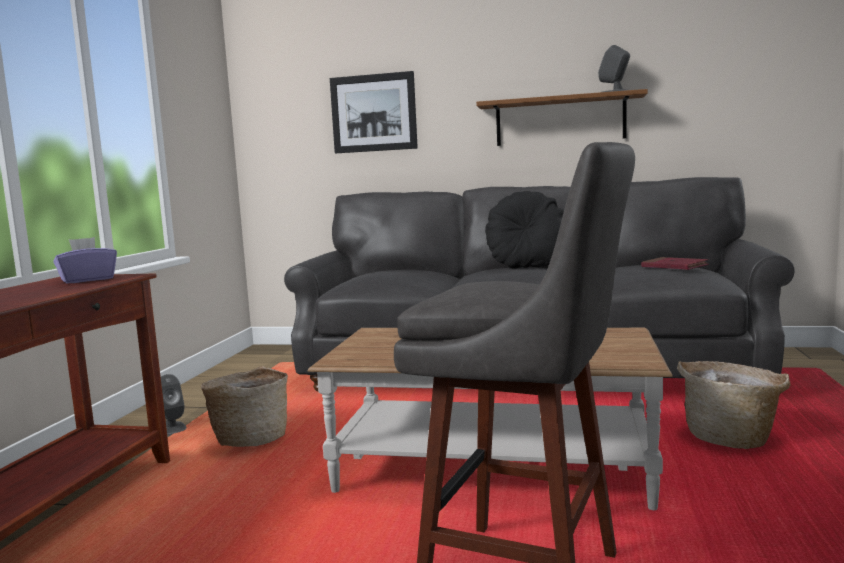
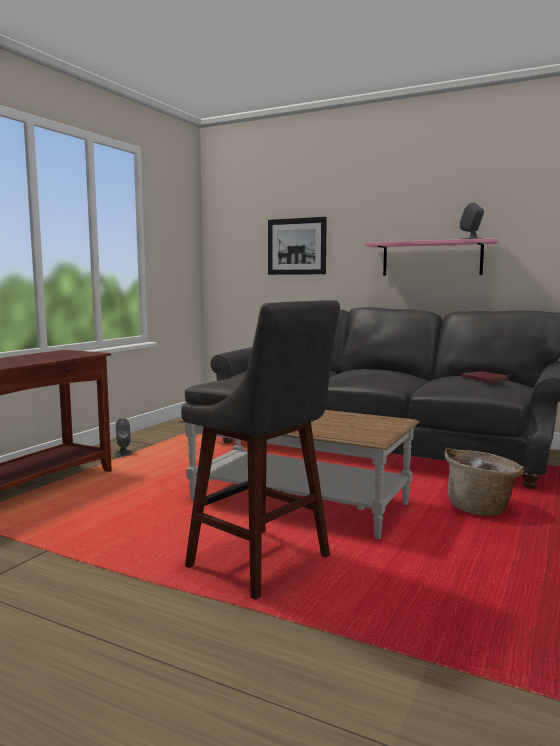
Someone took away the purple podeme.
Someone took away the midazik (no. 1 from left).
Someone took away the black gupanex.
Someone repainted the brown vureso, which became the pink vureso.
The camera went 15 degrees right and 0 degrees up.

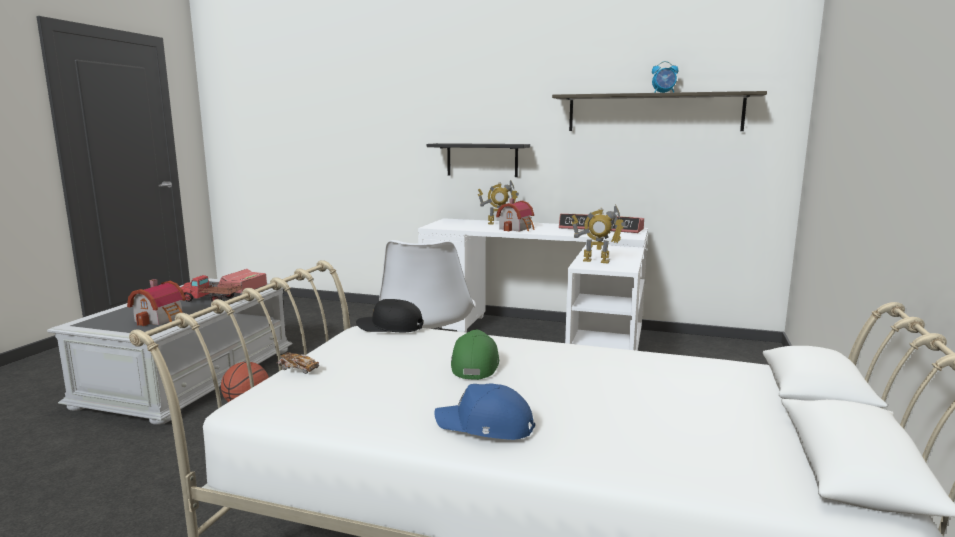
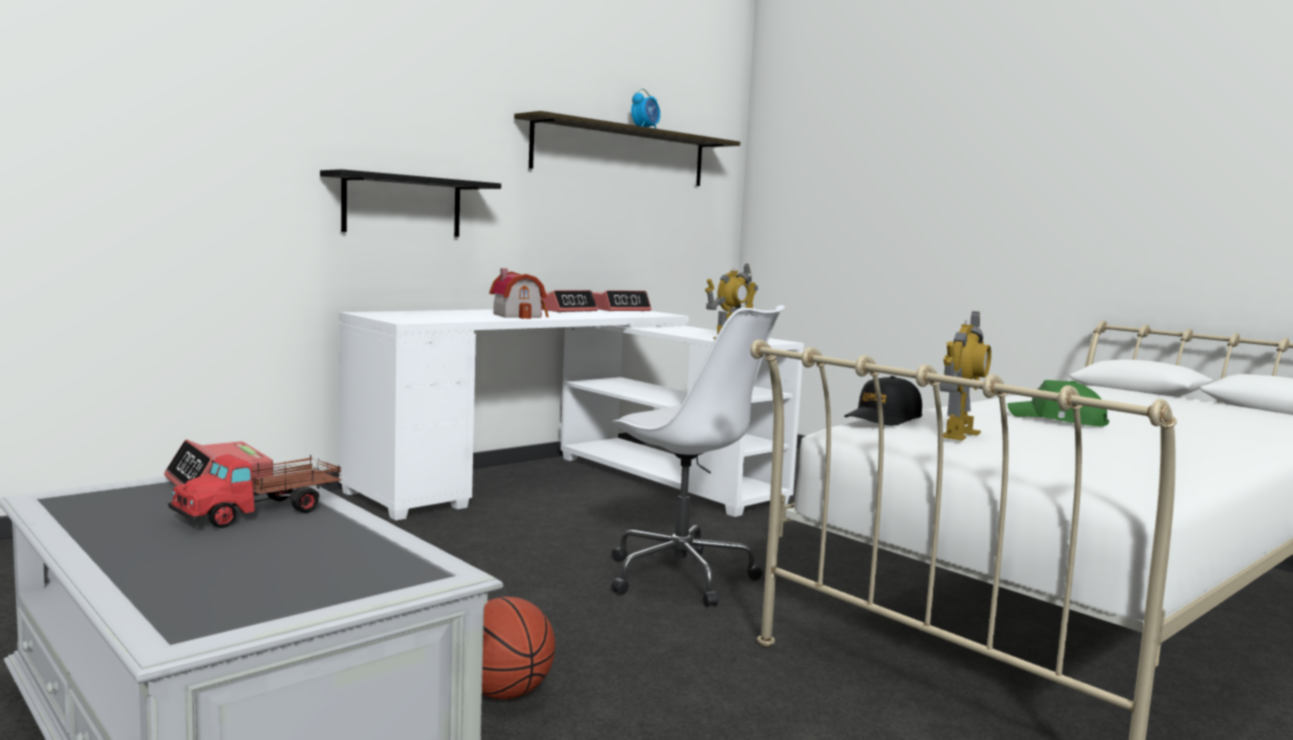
Someone took away the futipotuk (no. 1 from left).
Someone took away the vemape.
Someone took away the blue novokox.
Someone carried the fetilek (no. 1 from left in the first image).
The camera went 60 degrees left and 5 degrees down.

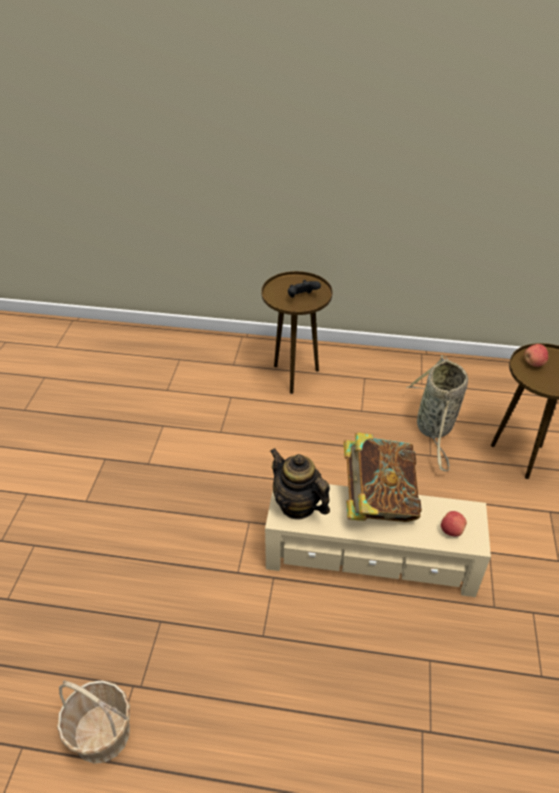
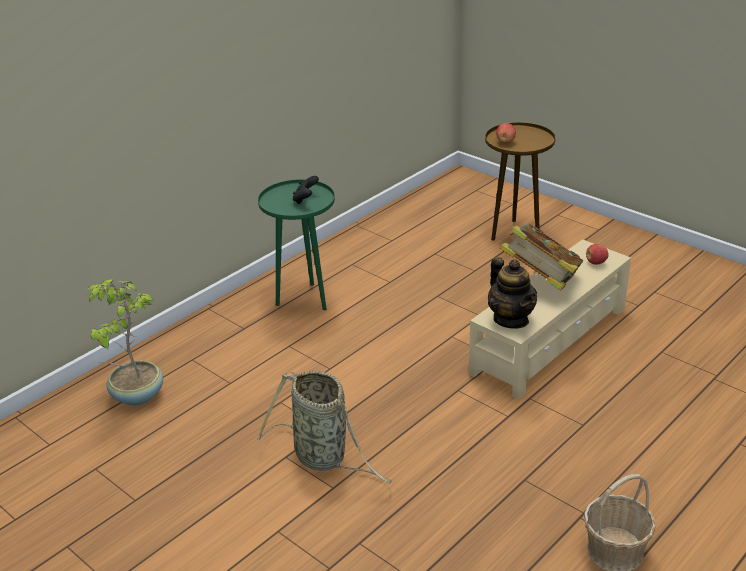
Someone put down the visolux.
Someone carried the midazik (no. 2 from left in the first image).
Someone repainted the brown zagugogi (no. 1 from left), which became the green zagugogi.
Someone rotated the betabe by 105 degrees counterclockwise.
The camera went 55 degrees left and 10 degrees down.

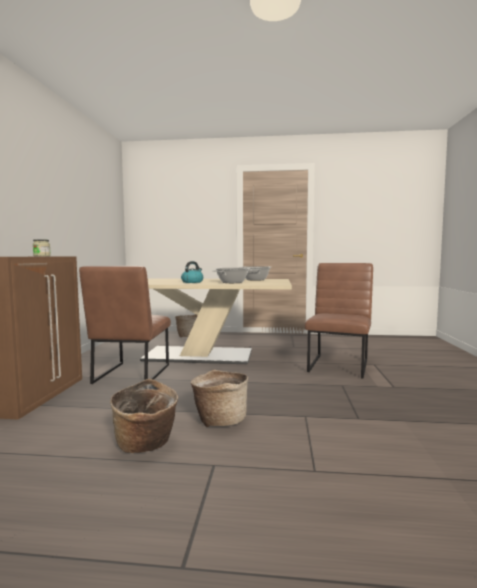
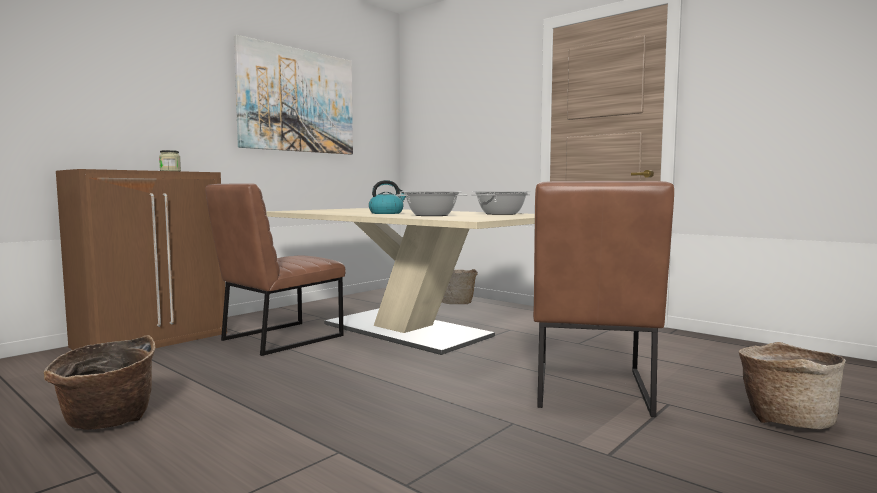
Someone put up the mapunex.
Someone carried the midazik (no. 3 from left).
Someone rotated the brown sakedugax (no. 2 from left) by 135 degrees clockwise.
The camera went 35 degrees right and 0 degrees up.

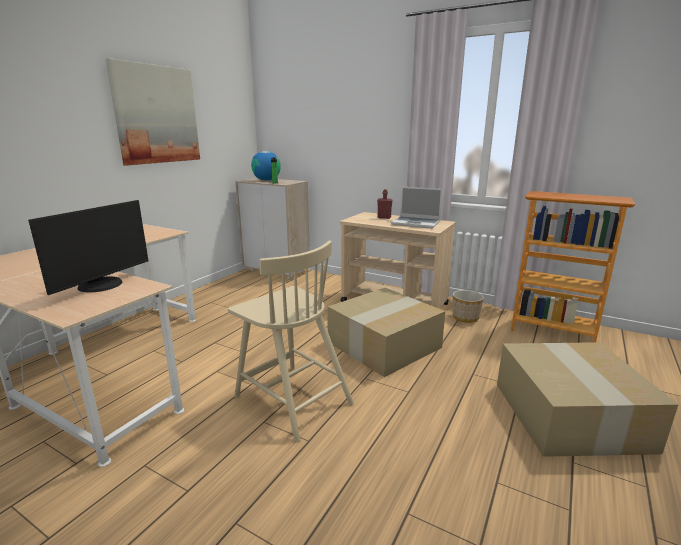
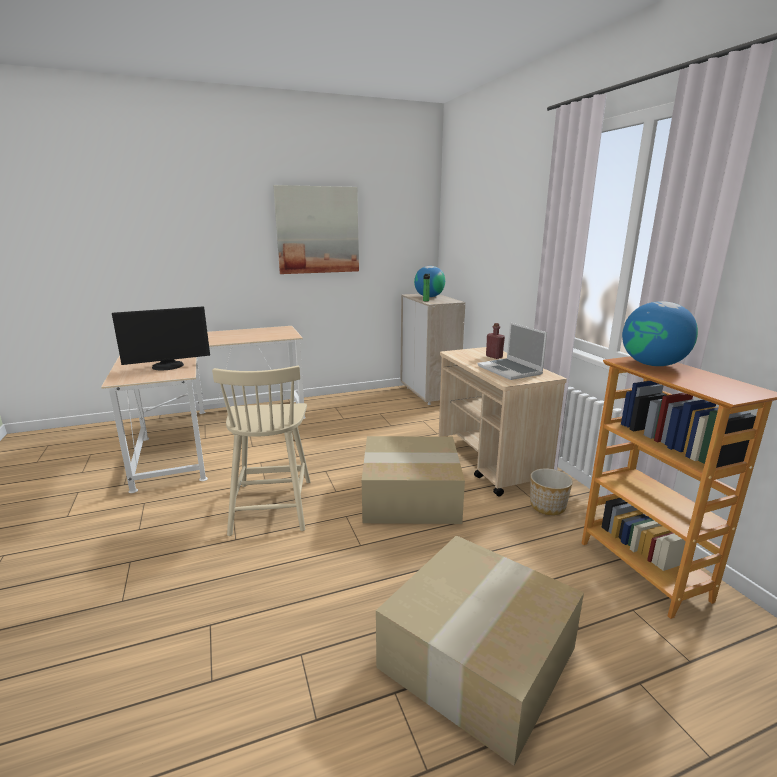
Someone put down the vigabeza (no. 2 from left).
The camera went 40 degrees right and 0 degrees up.

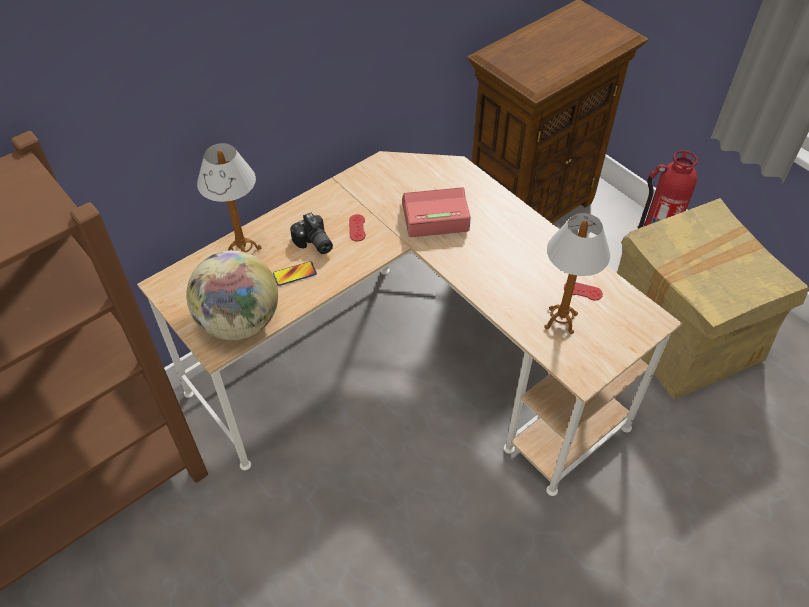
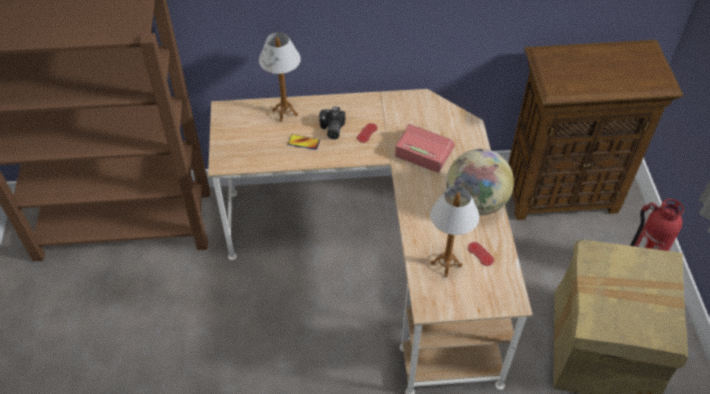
Someone carried the vigabeza.
The camera went 35 degrees right and 0 degrees up.

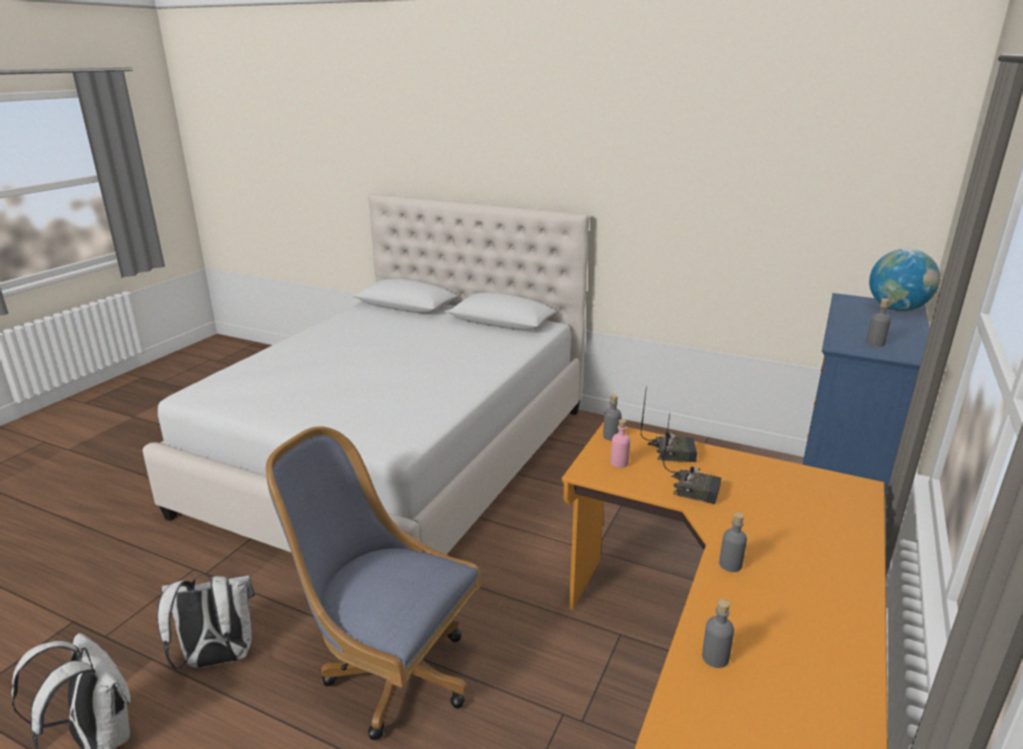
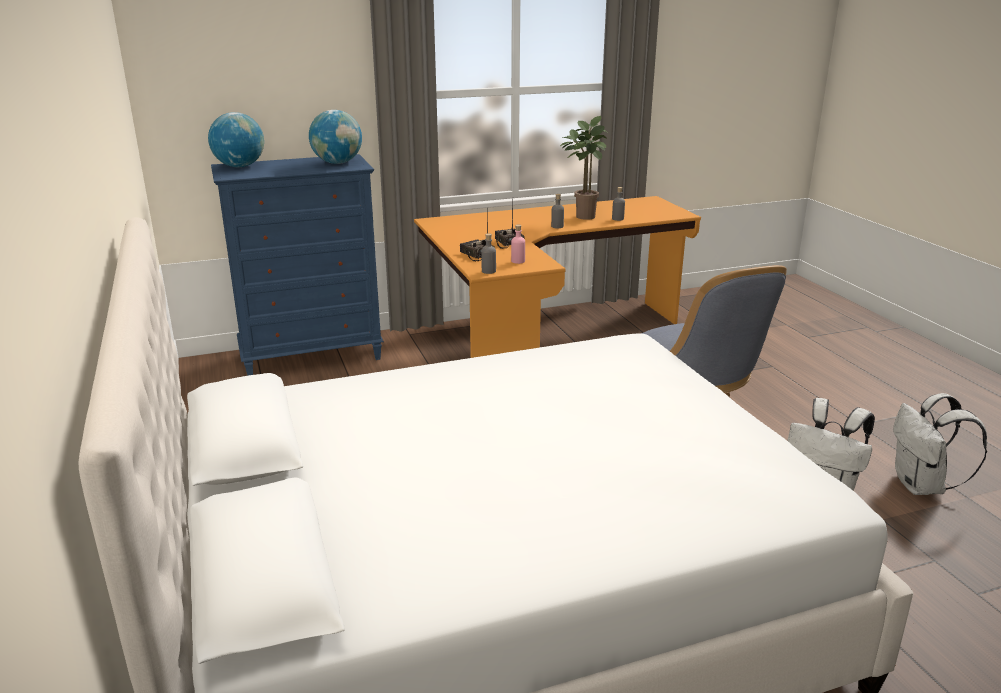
Someone put down the visolux.
Someone swapped the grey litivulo (no. 4 from left) for the vigabeza (no. 2 from left).
The camera went 135 degrees left and 0 degrees up.

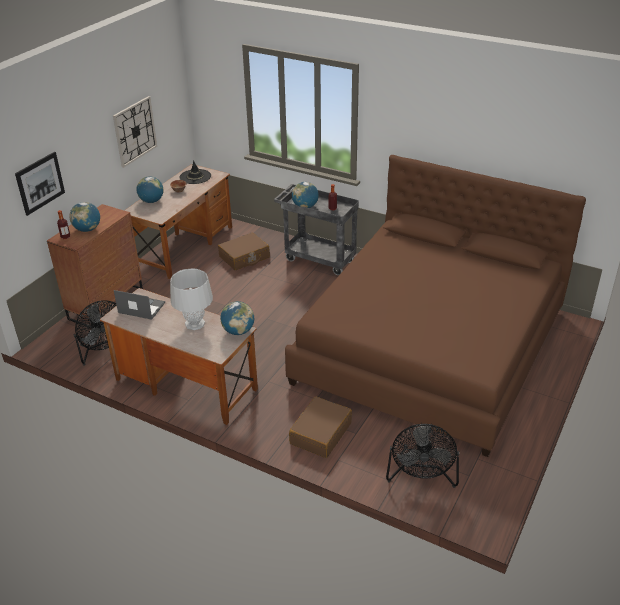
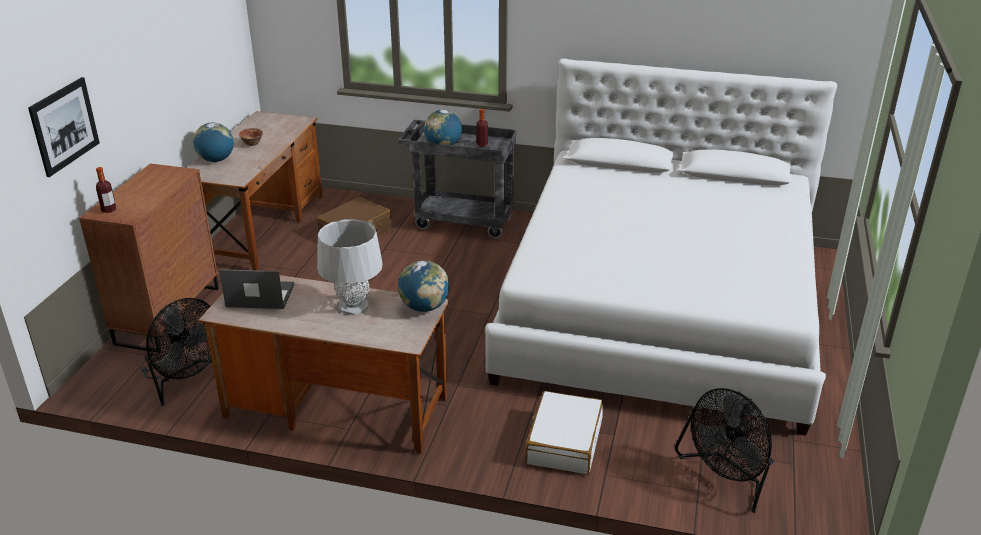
Someone took away the vigabeza (no. 1 from left).
Someone took away the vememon.
Someone took away the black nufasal.
Someone repainted the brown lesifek, which became the white lesifek.
Someone repainted the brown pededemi (no. 2 from left), which became the white pededemi.
Someone rotated the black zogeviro (no. 2 from left) by 60 degrees clockwise.
The camera went 15 degrees left and 5 degrees down.

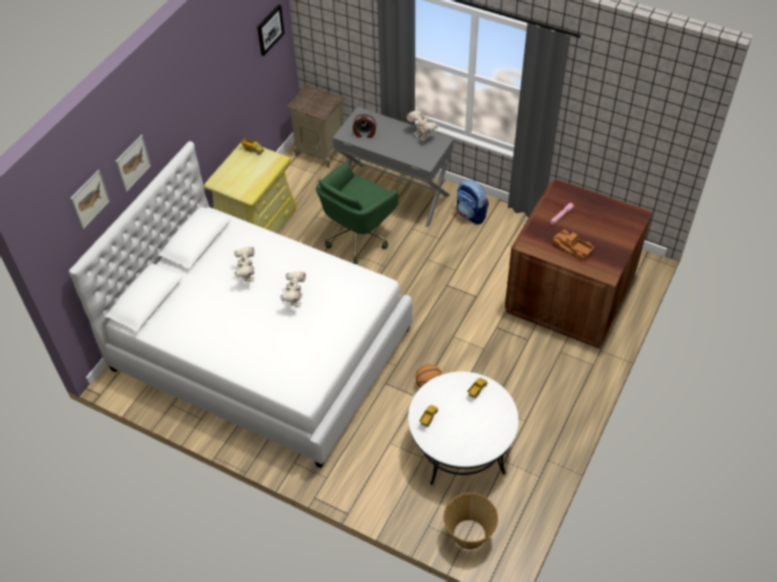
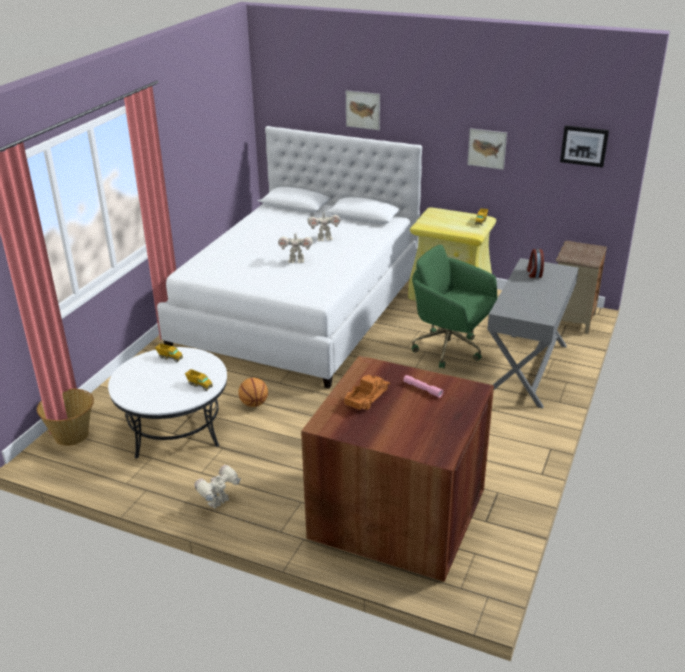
Someone took away the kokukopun.
Someone carried the mapunex (no. 1 from left in the first image).
Someone carried the fetilek (no. 3 from left in the first image).
The camera went 85 degrees right and 20 degrees down.

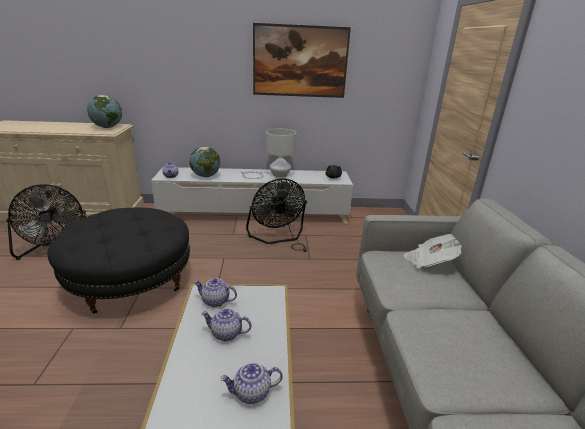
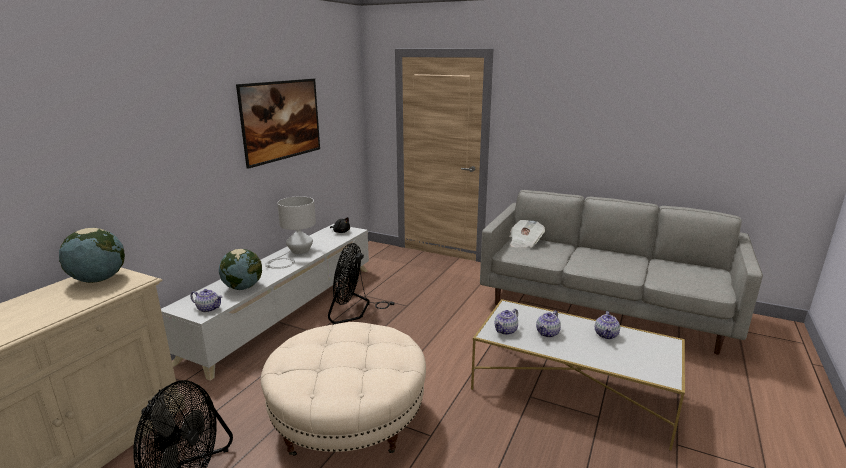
Someone repainted the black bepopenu, which became the beige bepopenu.
The camera went 60 degrees left and 5 degrees down.

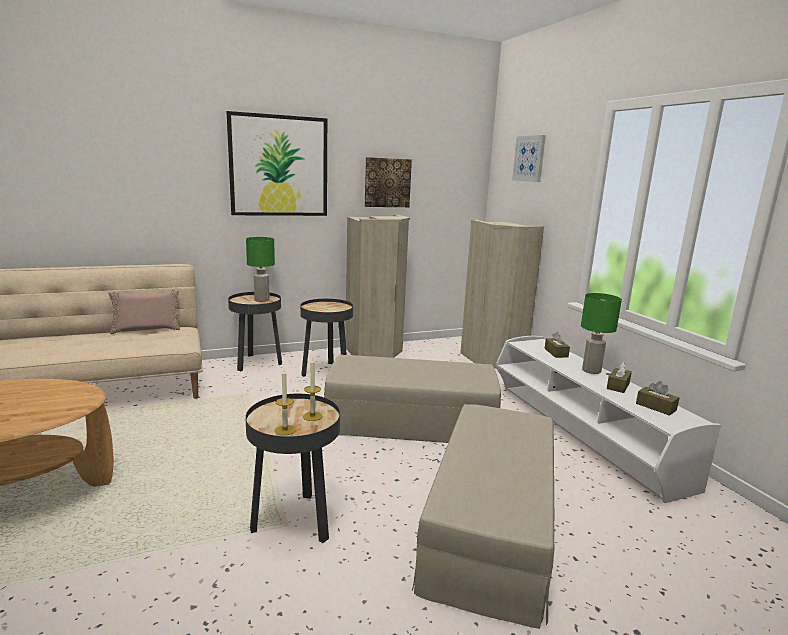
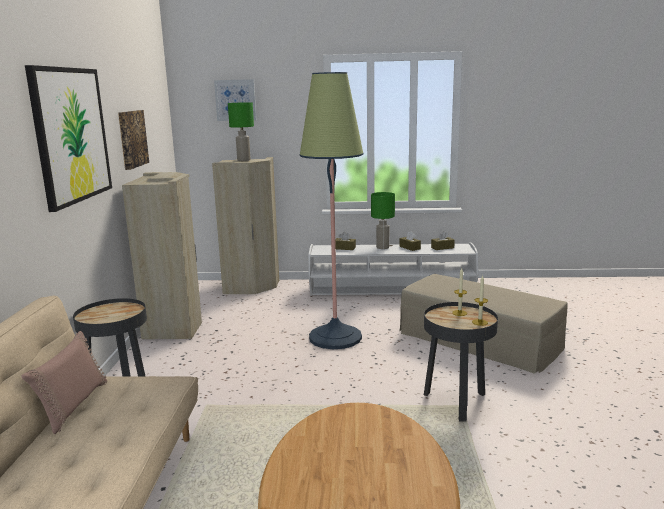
Someone took away the black zagugogi (no. 3 from left).
Someone carried the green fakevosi (no. 1 from left).
Someone swapped the beige bepopenu (no. 1 from left) for the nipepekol.
The camera went 65 degrees left and 0 degrees up.

